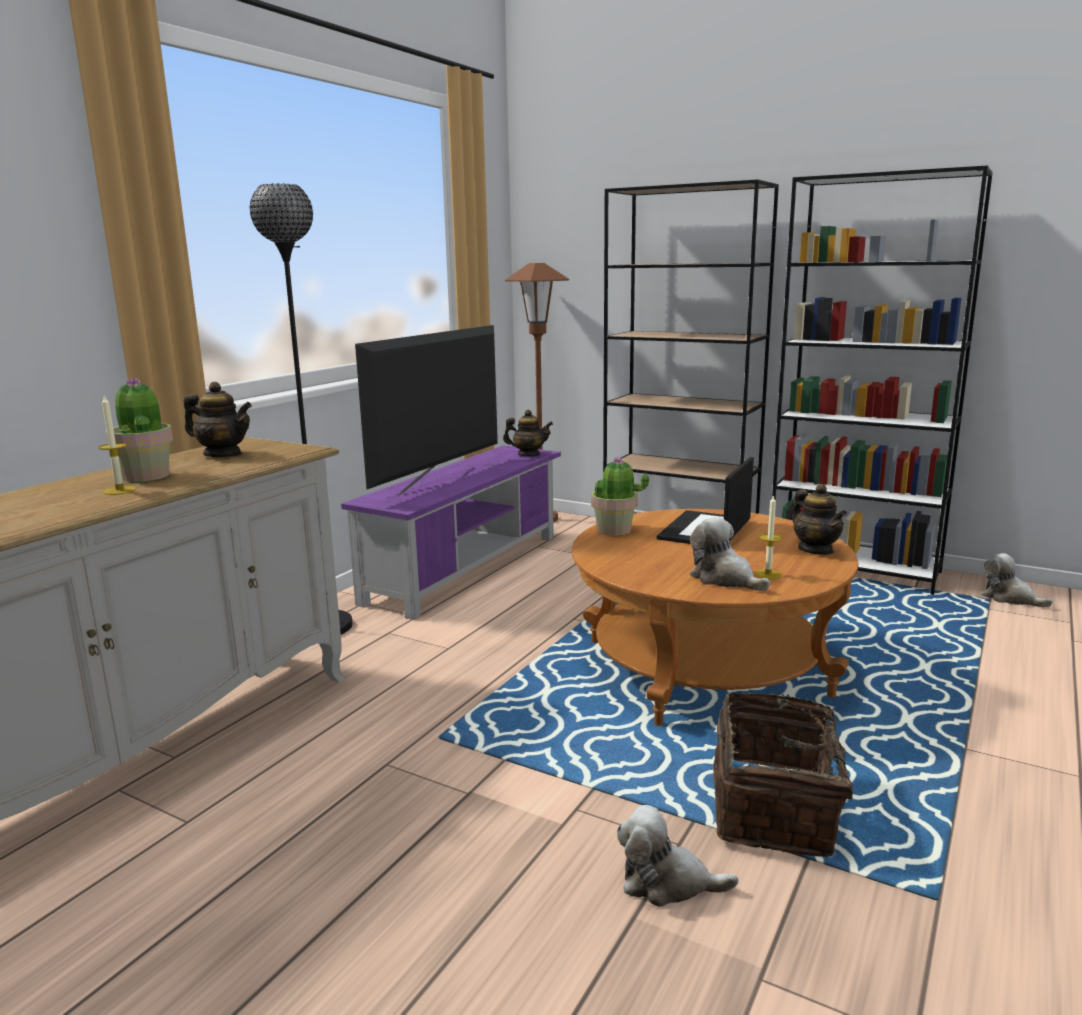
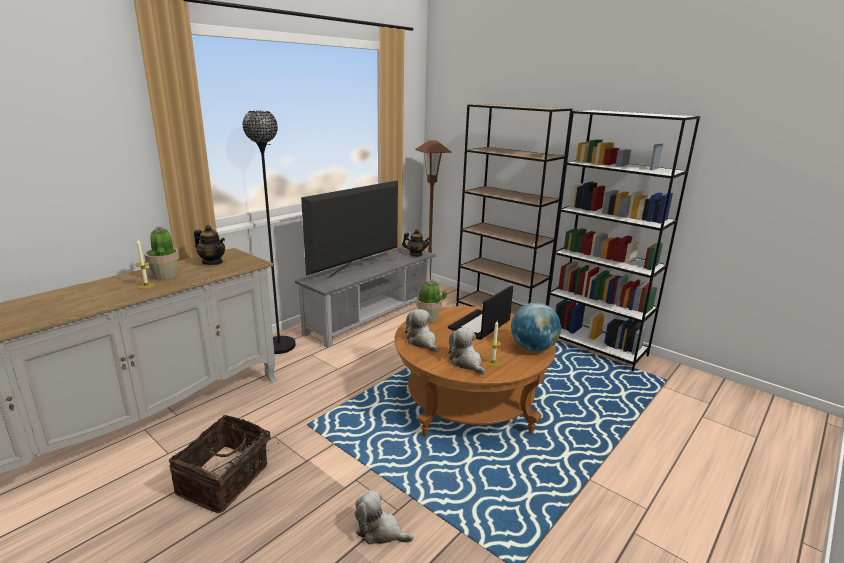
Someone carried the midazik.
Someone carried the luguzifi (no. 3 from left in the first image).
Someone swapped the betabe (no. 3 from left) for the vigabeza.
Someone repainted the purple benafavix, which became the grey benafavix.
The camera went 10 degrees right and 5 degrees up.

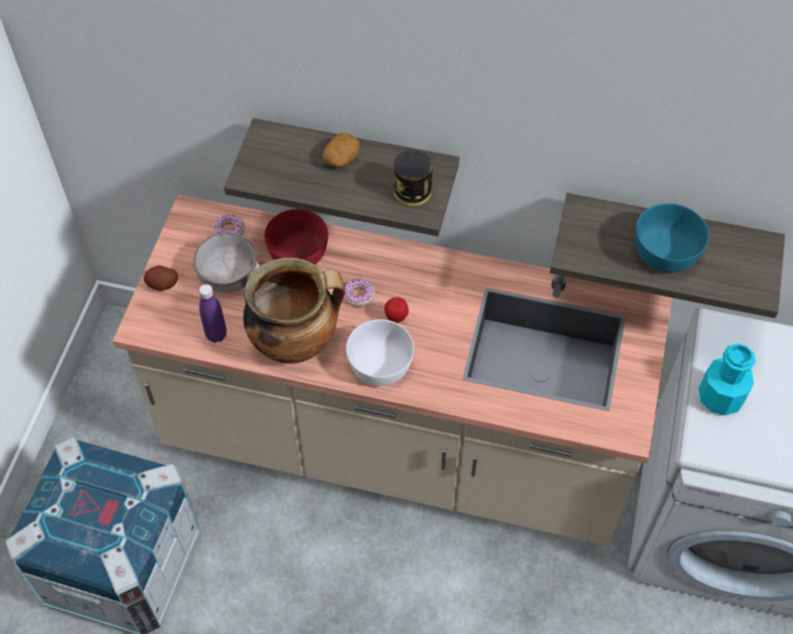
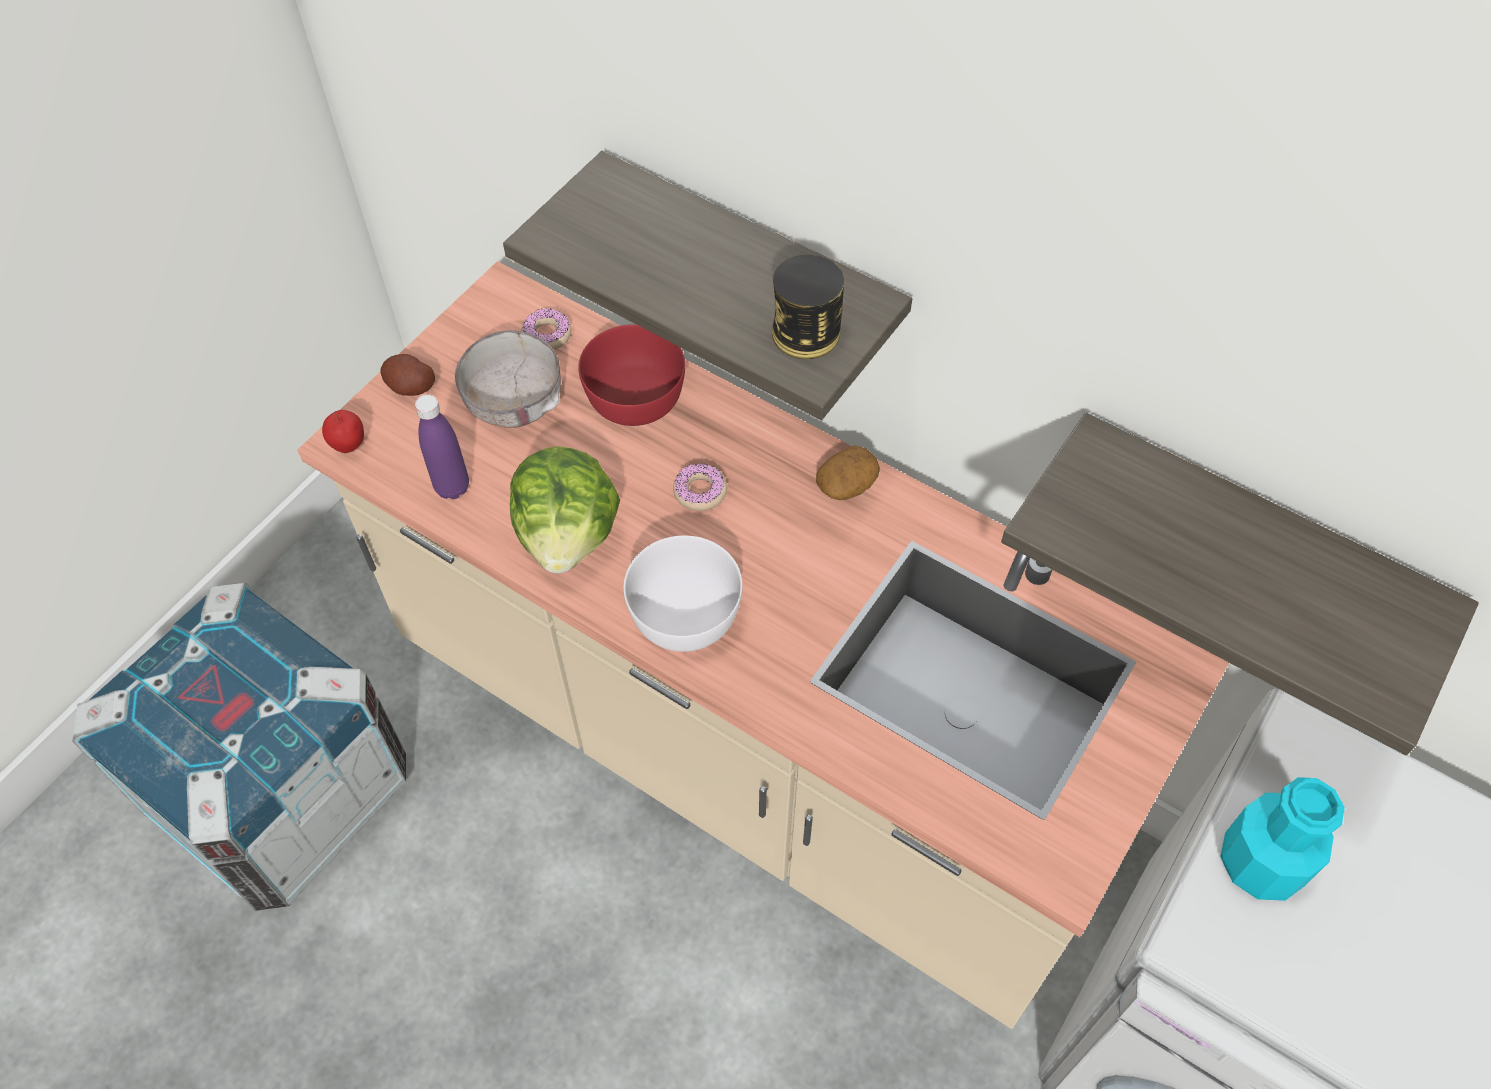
Someone took away the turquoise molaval.
Someone carried the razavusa (no. 2 from left).
Someone carried the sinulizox.
Someone swapped the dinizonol for the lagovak.
The camera went 20 degrees right and 0 degrees up.

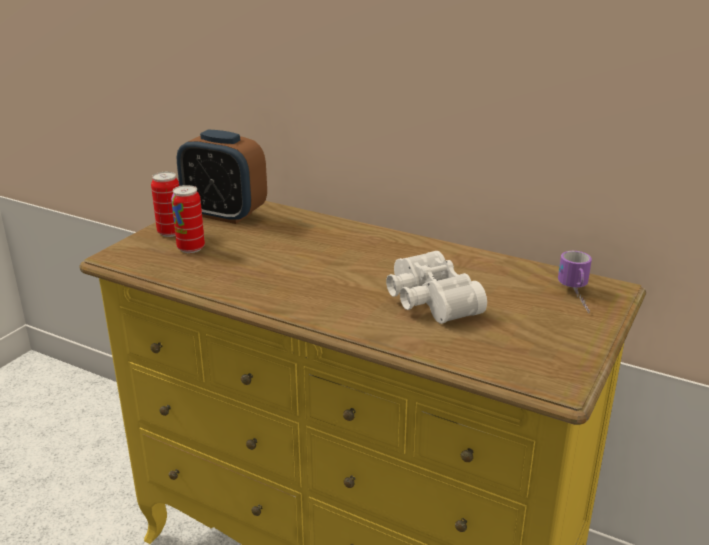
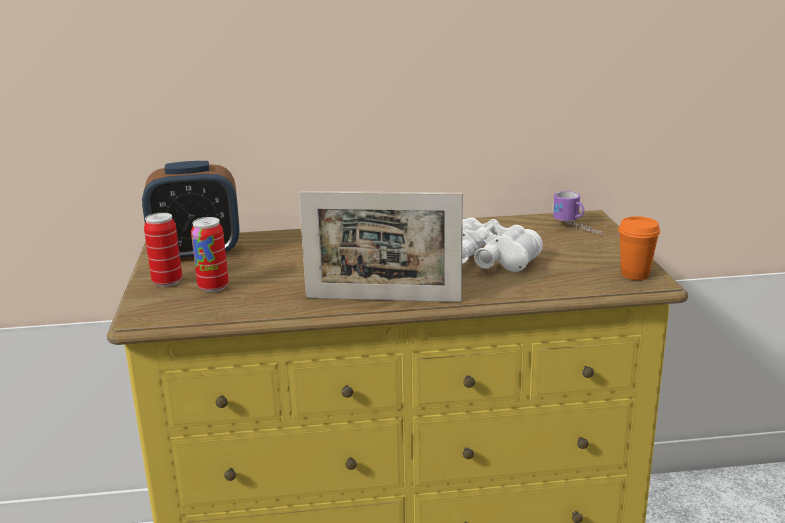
Someone put down the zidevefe.
Someone put down the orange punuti.
The camera went 35 degrees left and 5 degrees down.

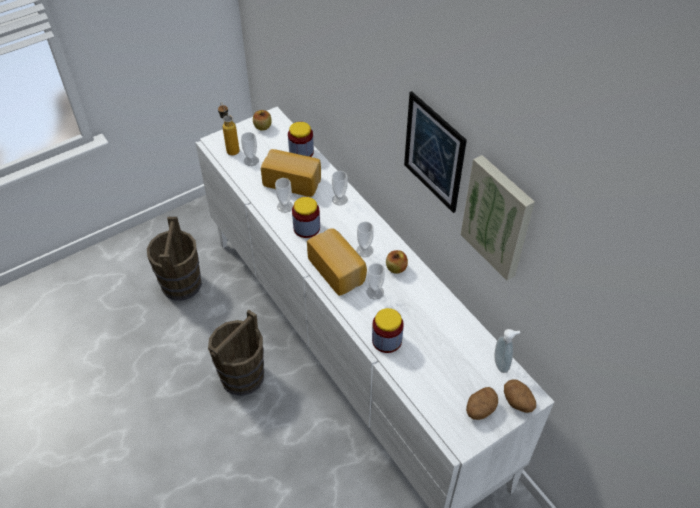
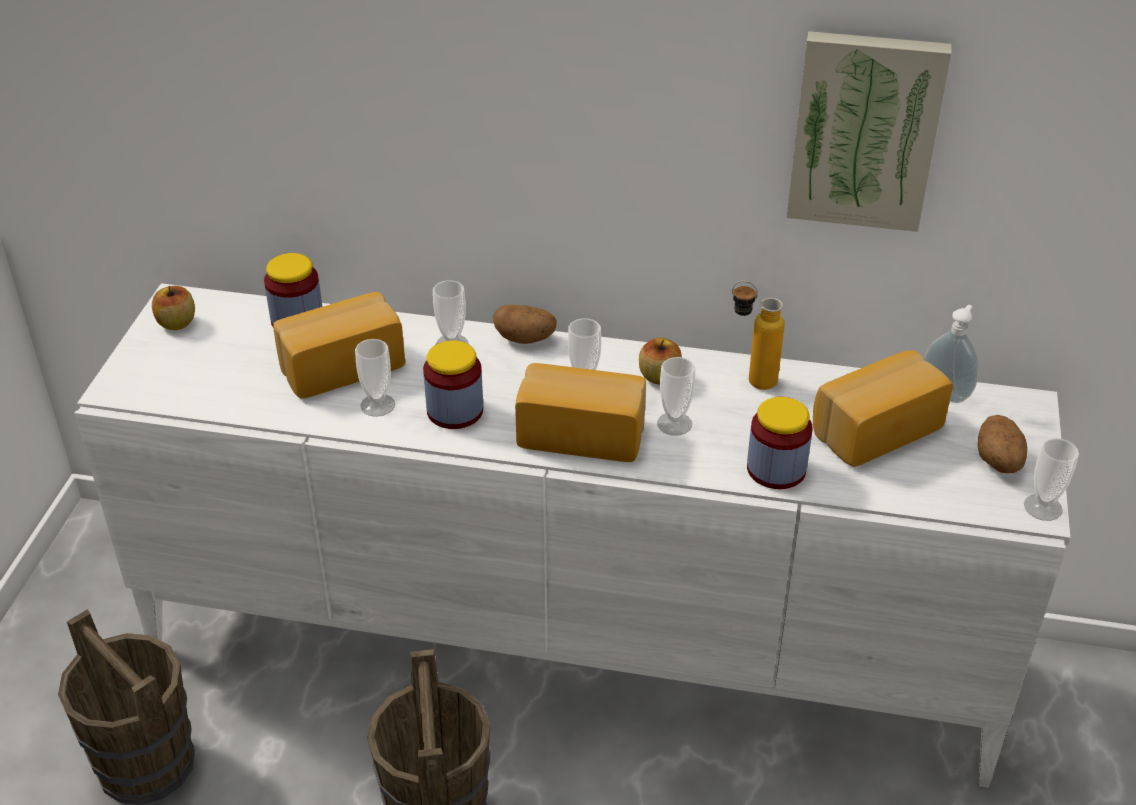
Someone took away the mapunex (no. 1 from left).
Someone put down the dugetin (no. 3 from left).
Someone carried the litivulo.
Someone carried the punuti (no. 1 from left in the first image).
Someone carried the razavusa (no. 2 from left in the first image).
The camera went 45 degrees left and 10 degrees down.

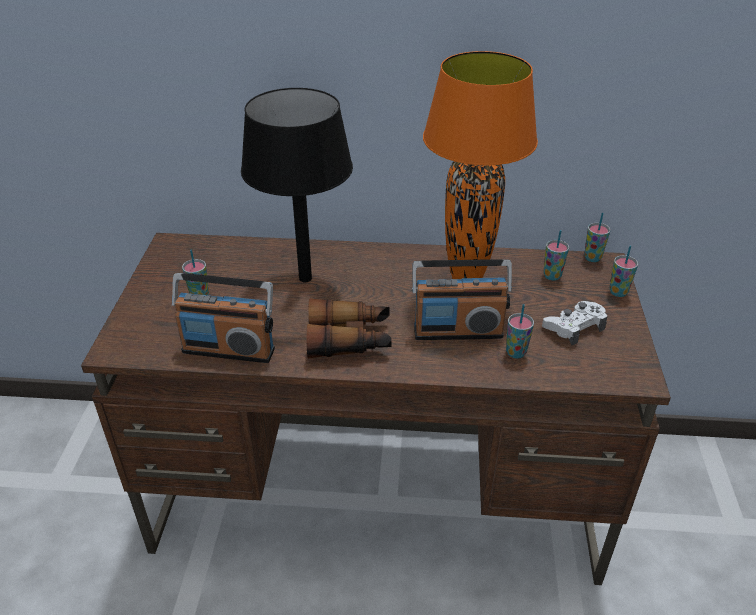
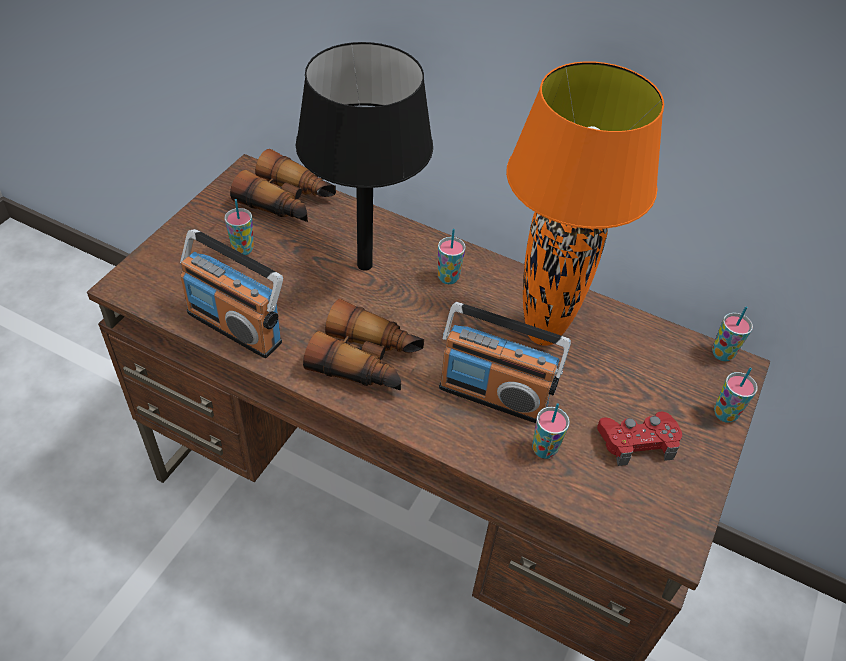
Someone put down the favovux (no. 1 from left).
Someone carried the punuti (no. 3 from left in the first image).
Someone repainted the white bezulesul, which became the red bezulesul.
The camera went 20 degrees right and 10 degrees up.

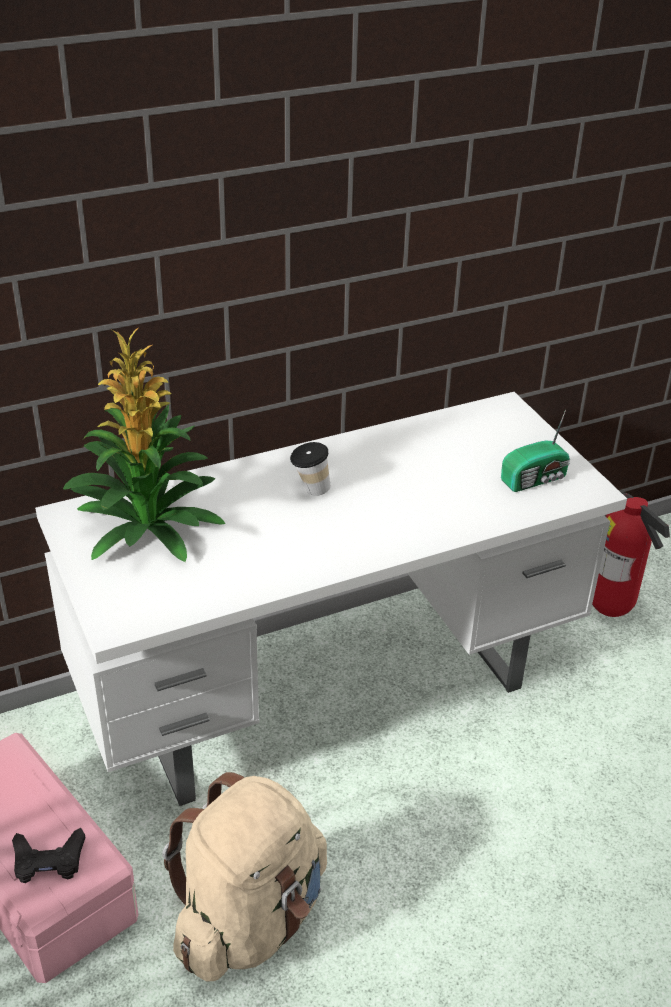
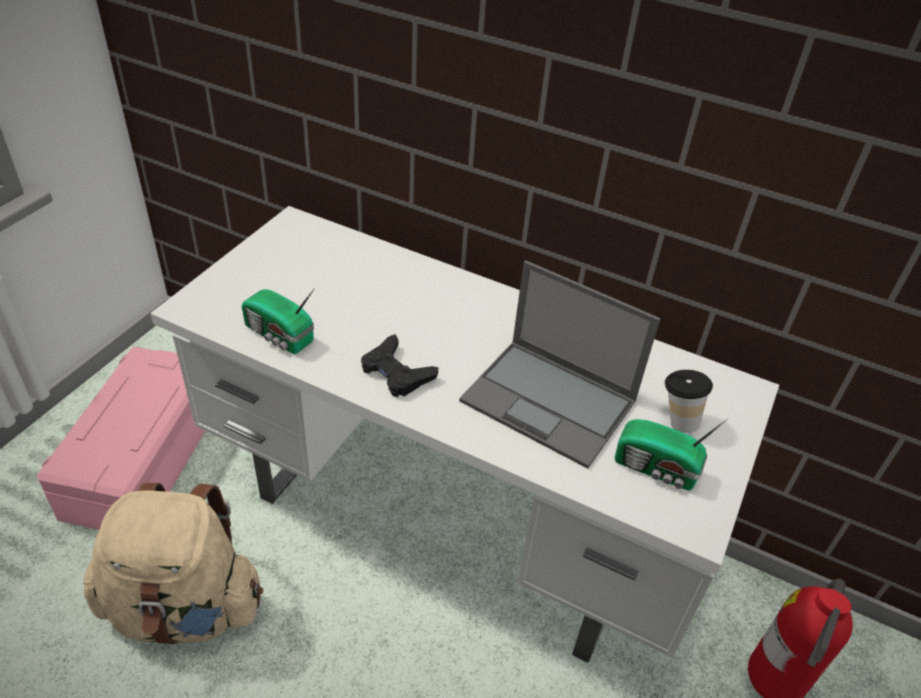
Someone took away the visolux.
Someone put down the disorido (no. 1 from left).
Someone put down the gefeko.
Someone carried the black bezulesul.
Someone carried the punuti.
The camera went 50 degrees right and 5 degrees up.

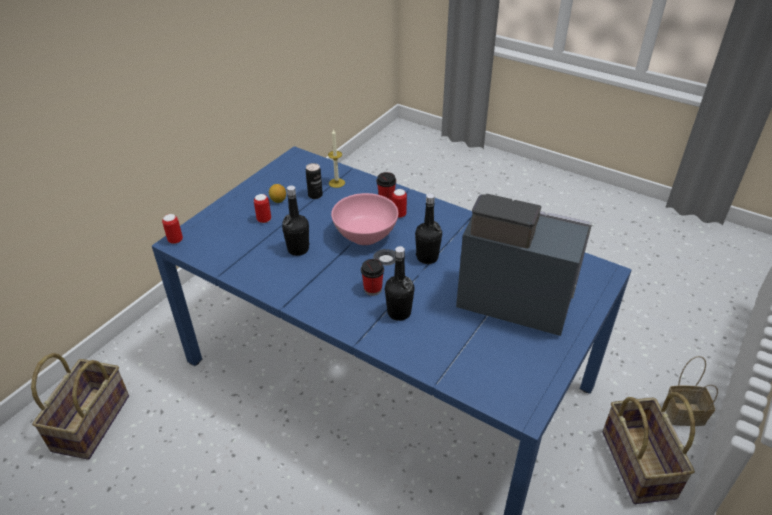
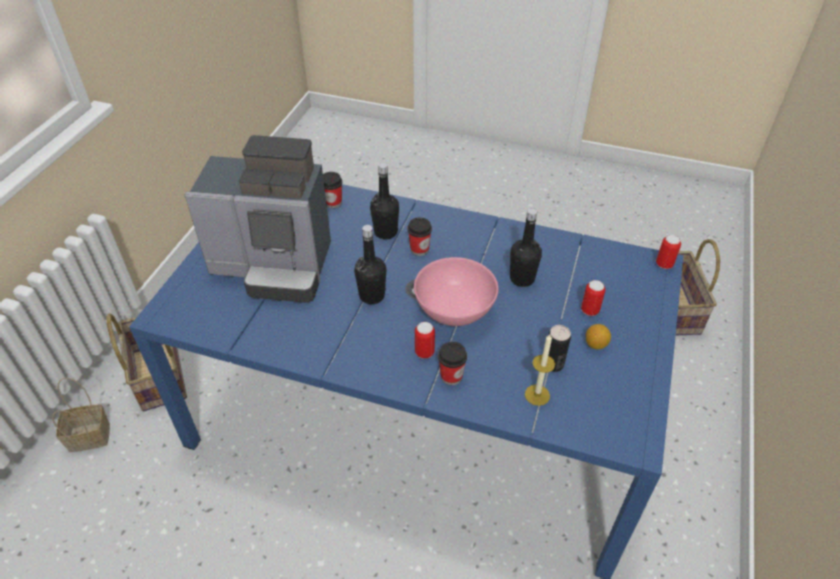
Someone put down the punuti (no. 1 from left).
The camera went 165 degrees right and 5 degrees up.

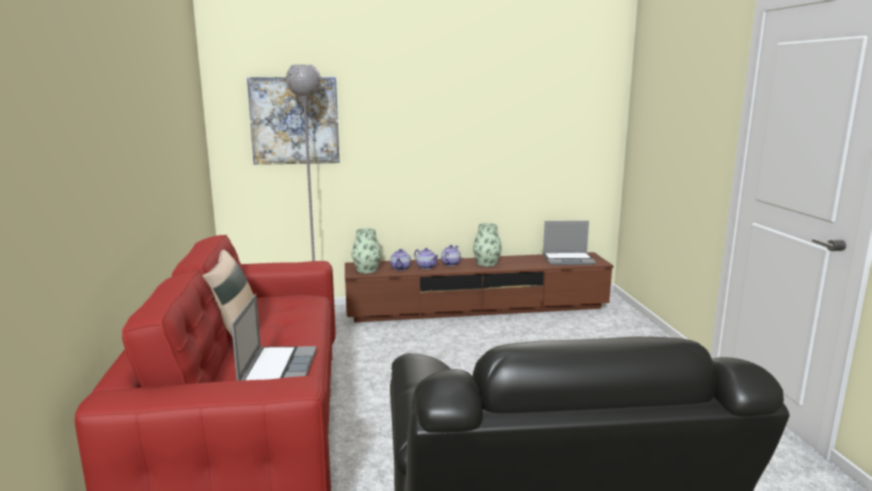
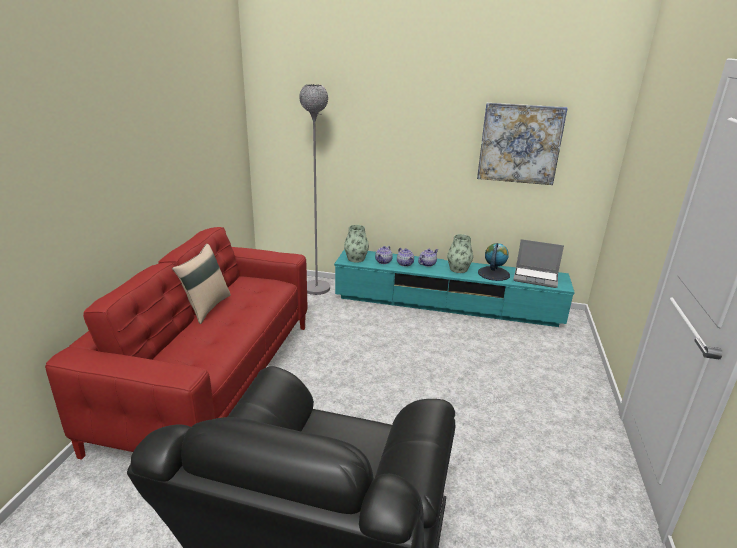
Someone took away the gefeko (no. 1 from left).
Someone put down the vigabeza.
Someone carried the mapunex.
Someone repainted the brown benafavix, which became the turquoise benafavix.
The camera went 20 degrees right and 10 degrees up.

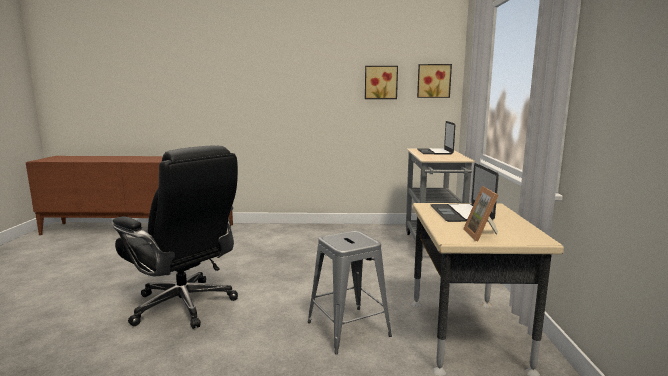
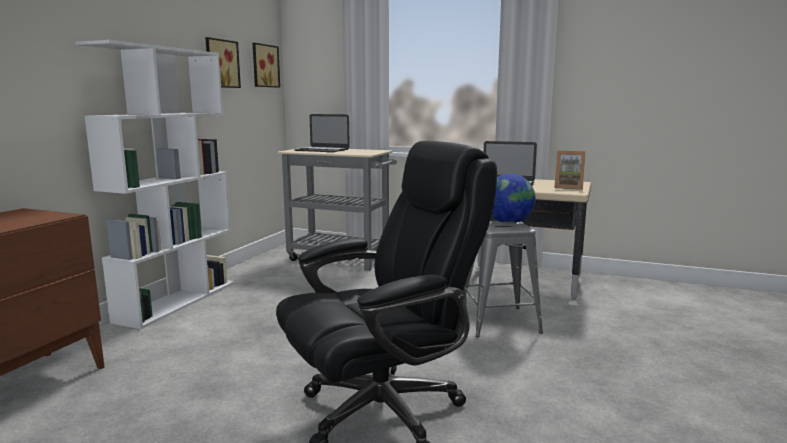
Someone put down the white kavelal.
Someone put down the vigabeza.
The camera went 70 degrees left and 0 degrees up.

